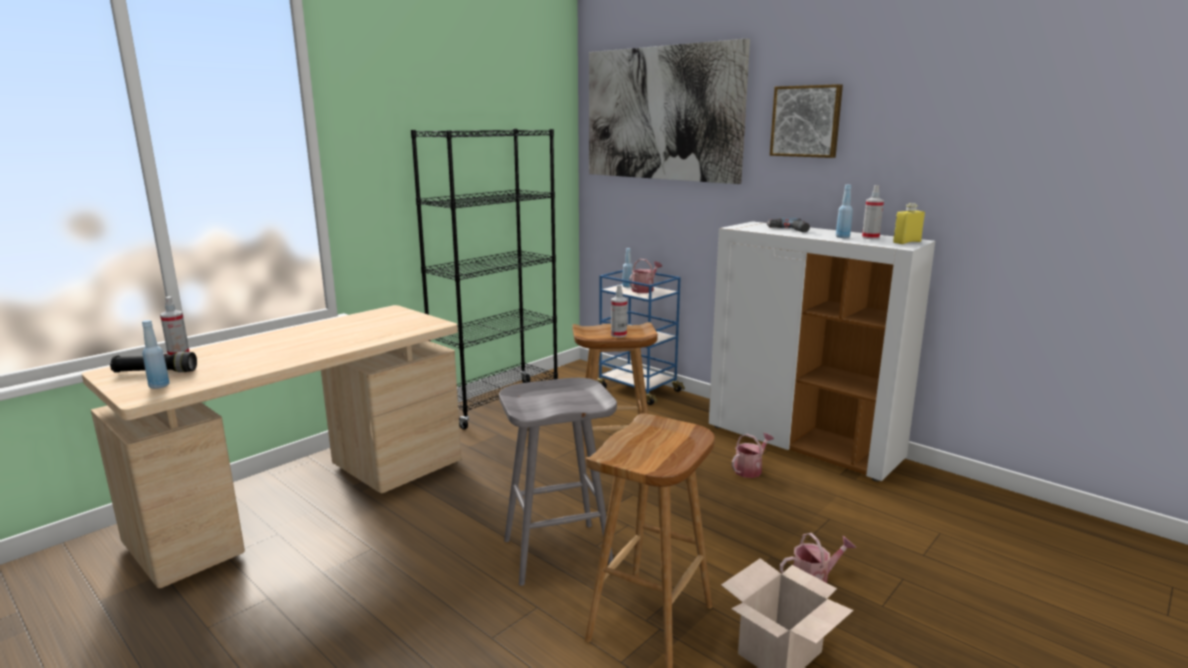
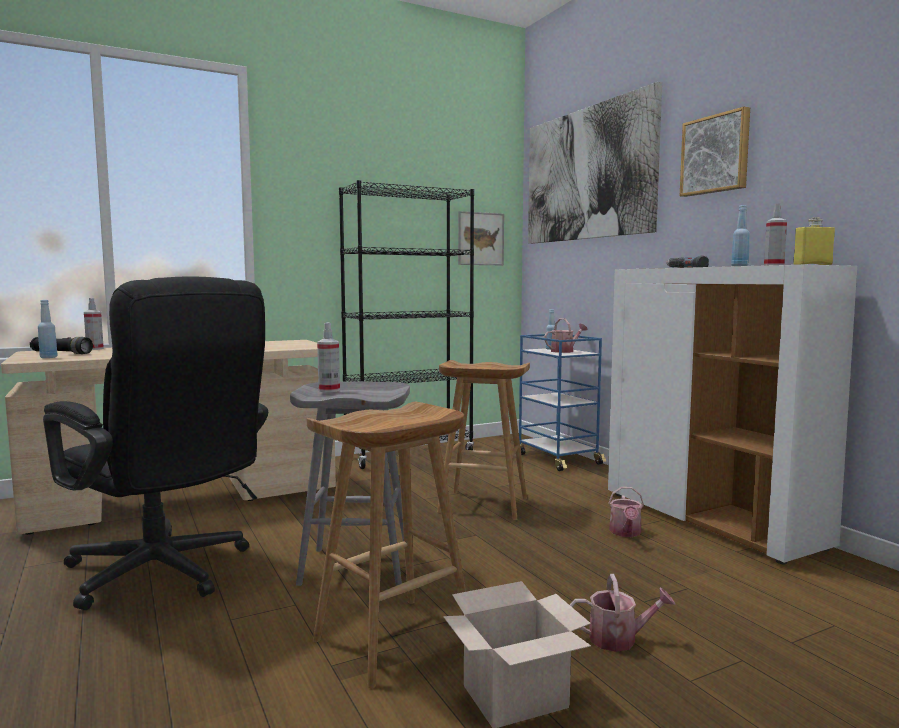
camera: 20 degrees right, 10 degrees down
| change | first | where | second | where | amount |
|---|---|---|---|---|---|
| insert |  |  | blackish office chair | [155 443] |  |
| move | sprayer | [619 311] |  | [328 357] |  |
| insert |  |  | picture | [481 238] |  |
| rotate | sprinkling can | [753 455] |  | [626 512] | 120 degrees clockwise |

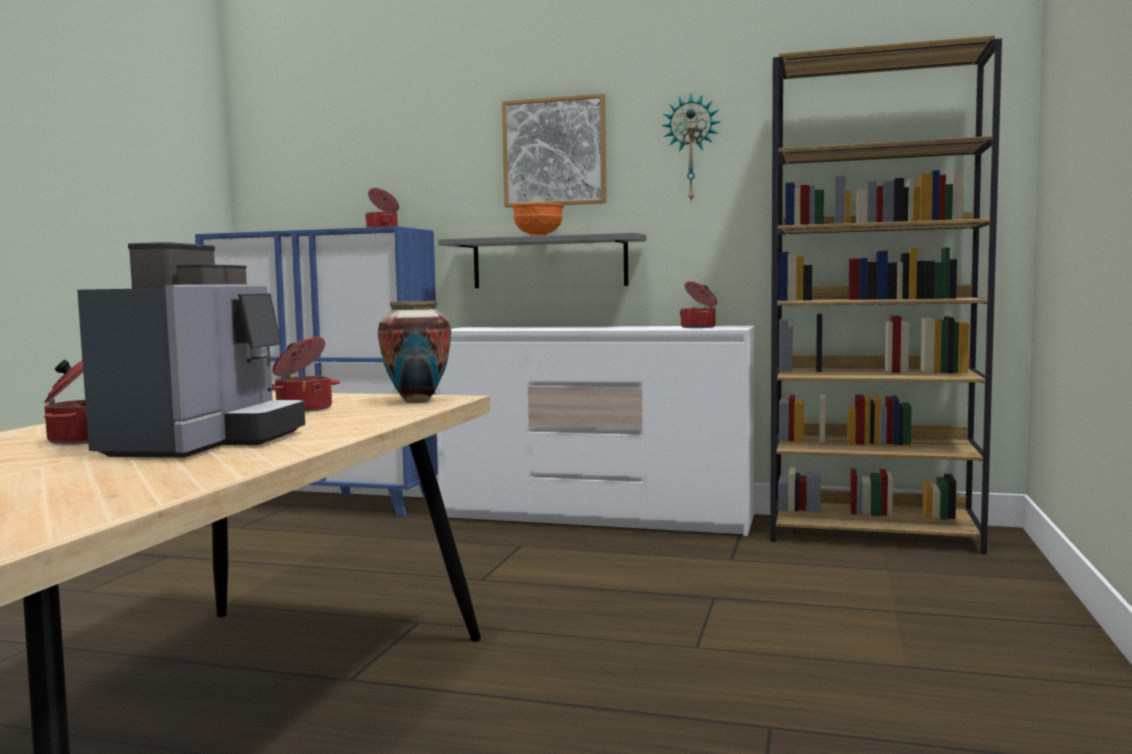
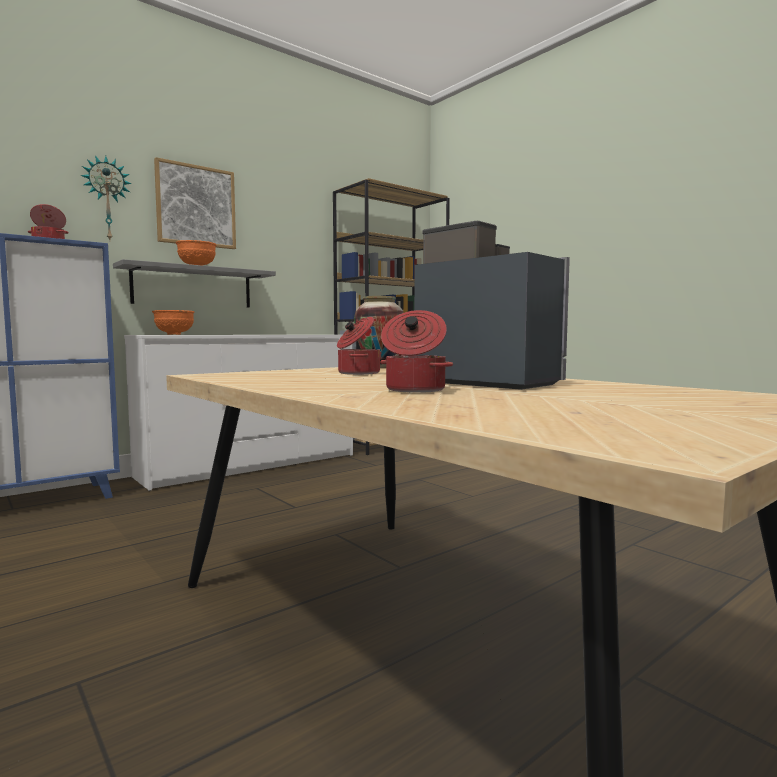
camera: 55 degrees left, 0 degrees up
| change | first | where | second | where | amount |
|---|---|---|---|---|---|
| move | hanging clock | [691 147] |  | [106 197] |  |
| insert |  |  | orange deep dish | [173 322] |  |
| delete | saucepot | [698 304] |  |  |  |

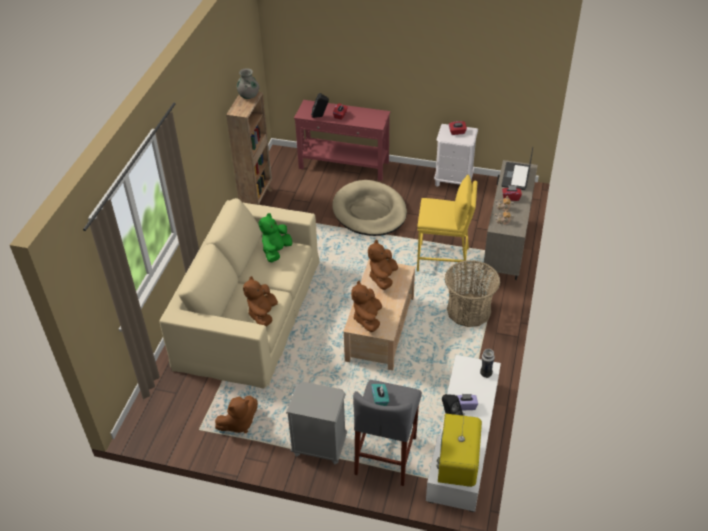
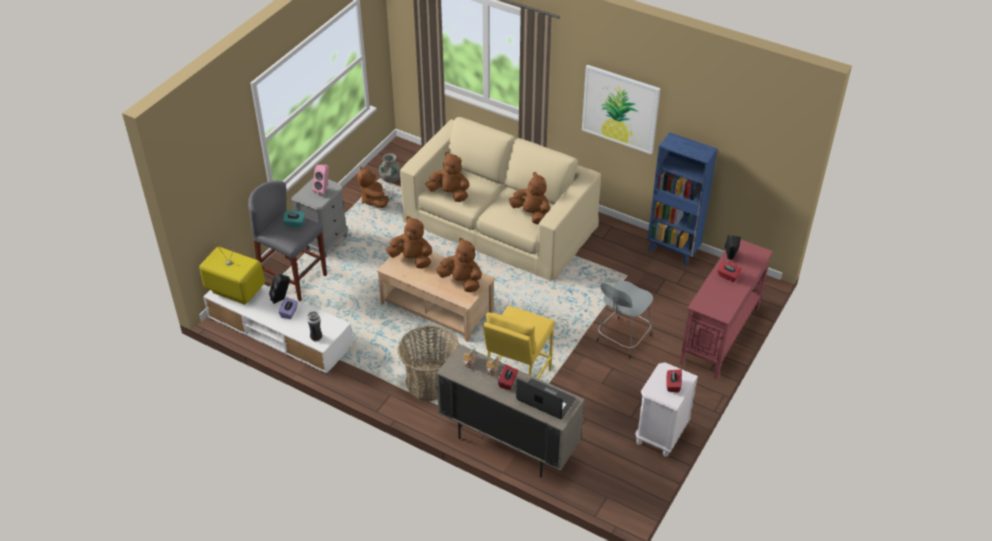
camera: 105 degrees right, 0 degrees up
| change | first | where | second | where | amount |
|---|---|---|---|---|---|
| insert |  |  | pinkish audio speaker | [320 180] |  |
| move | grey flower vase | [248 83] |  | [390 168] |  |
| recolor | greenish soft toy | [275 237] | brownish soft toy | [529 198] |  |
| insert |  |  | picture | [621 109] |  |
| replace | sand-coloured pet bed | [369 208] | grey stool | [625 320] |  |
| recolor | brownish bookcase | [249 148] | bluish bookcase | [682 199] |  |

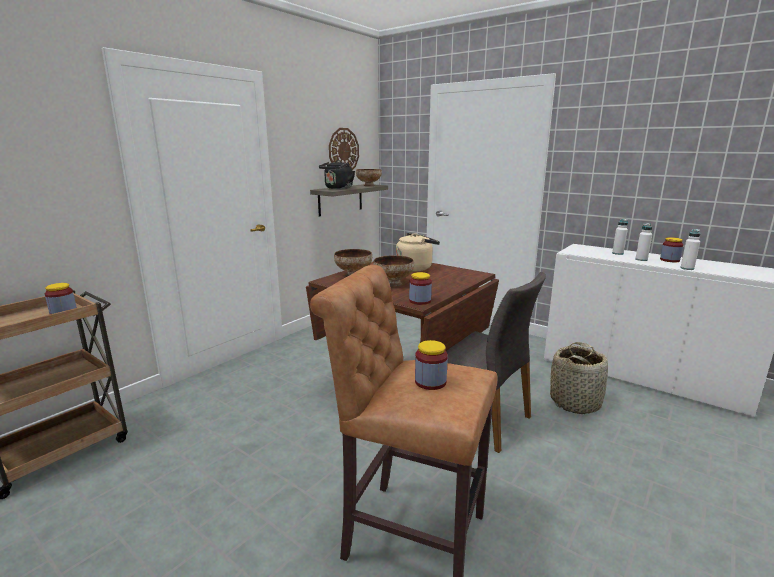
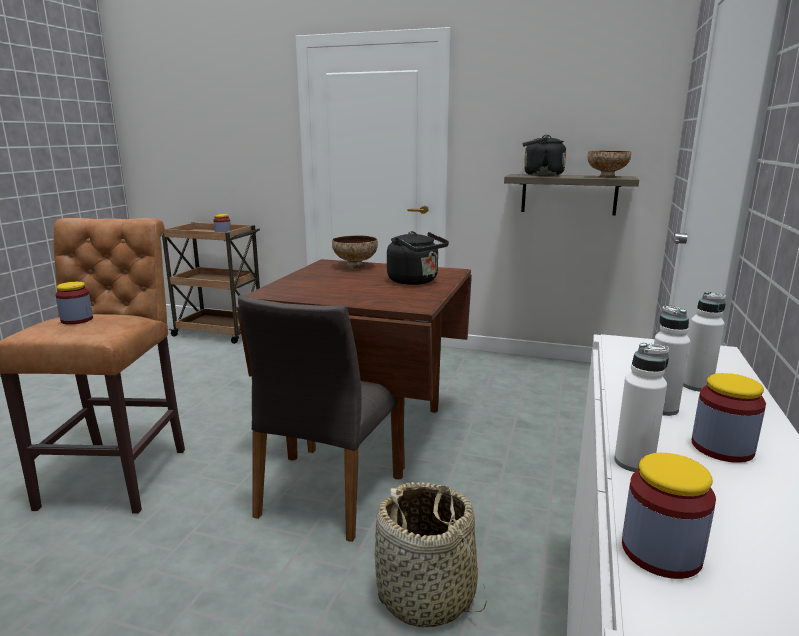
camera: 70 degrees right, 0 degrees up
| change | first | where | second | where | amount |
|---|---|---|---|---|---|
| recolor | sand-coloured tea kettle | [418 252] | blackish tea kettle | [418 258] |  |
| move | jar | [420 288] |  | [669 516] |  |
| delete | hanging clock | [344 149] |  |  |  |
| delete | deep dish | [393 271] |  |  |  |

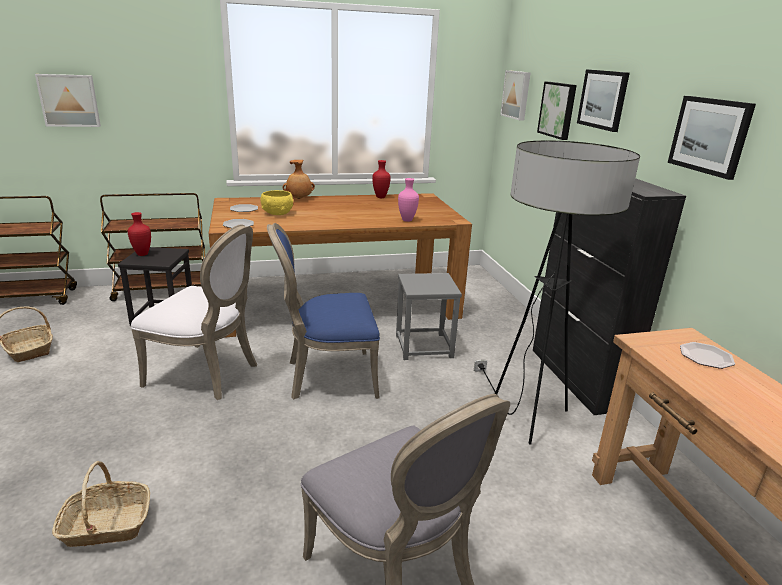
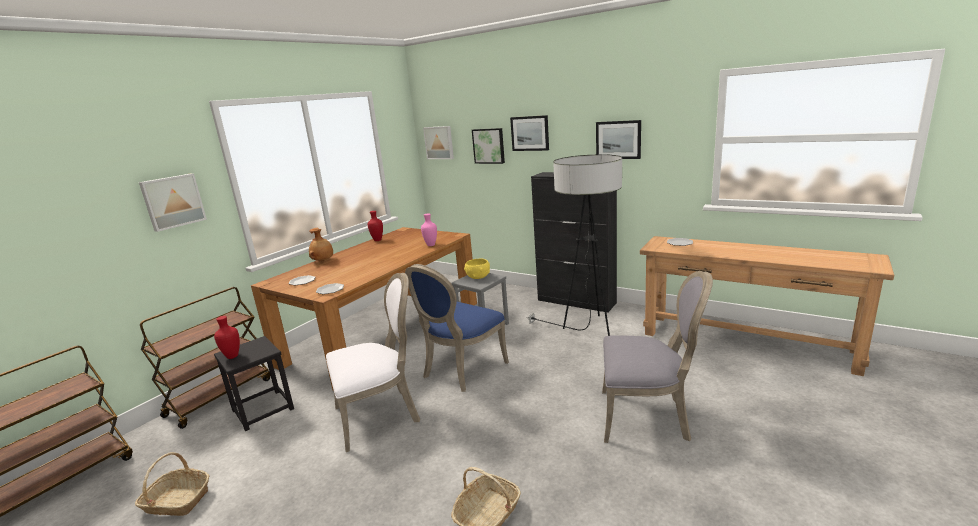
camera: 40 degrees left, 5 degrees down
| change | first | where | second | where | amount |
|---|---|---|---|---|---|
| move | picture | [68 100] |  | [173 202] |  |
| move | yellow-coloured deep dish | [276 202] |  | [477 269] |  |

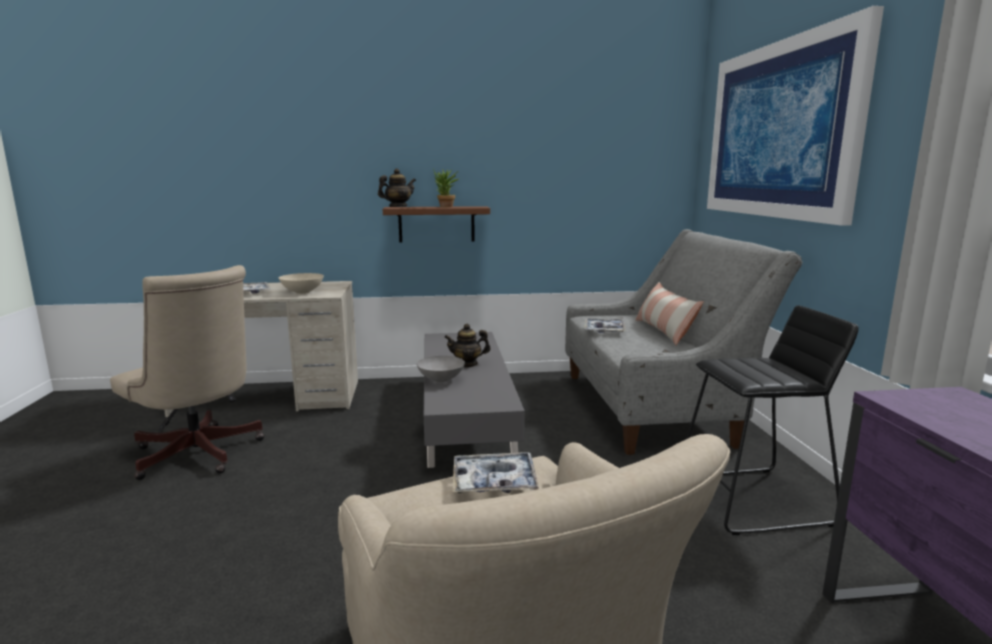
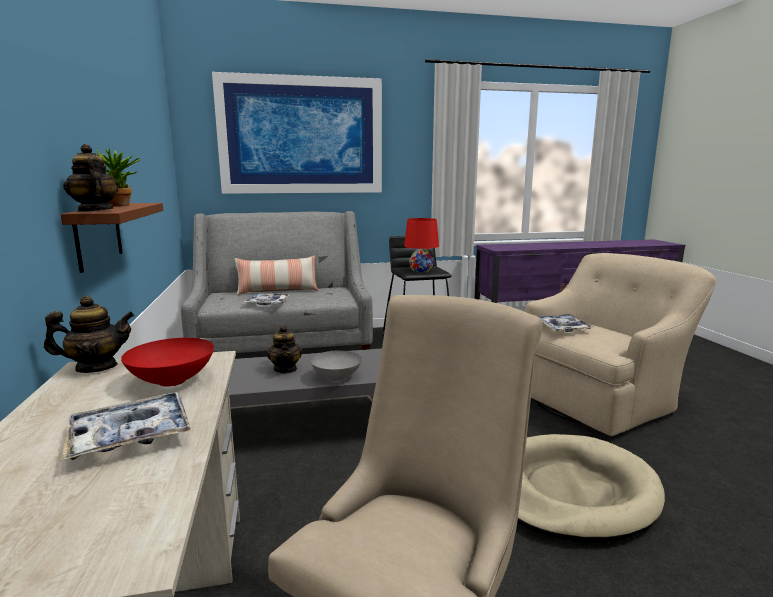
camera: 95 degrees left, 0 degrees up
| change | first | where | second | where | amount |
|---|---|---|---|---|---|
| insert |  |  | teapot | [89 334] |  |
| recolor | sand-coloured deep dish | [301 283] | red-coloured deep dish | [167 362] |  |
| insert |  |  | red-coloured lamp for a table | [421 245] |  |
| insert |  |  | sand-coloured pet bed | [591 488] |  |

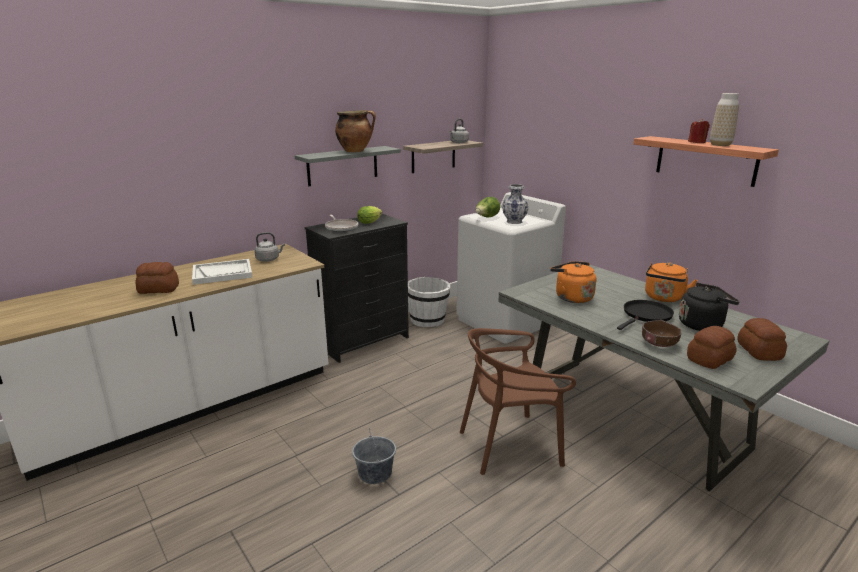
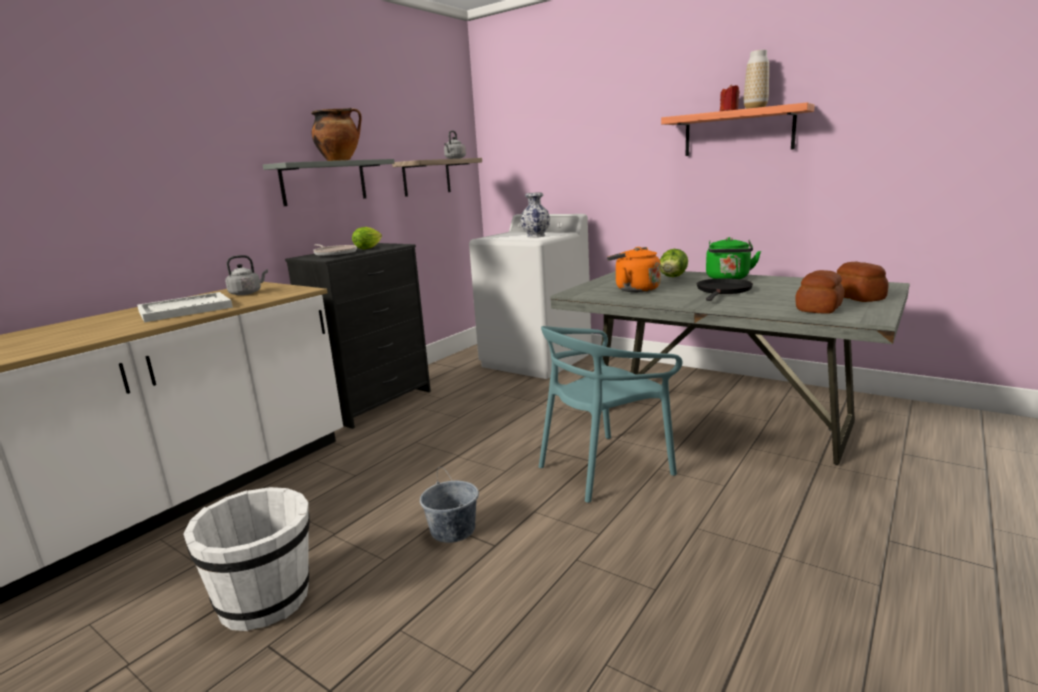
camera: 15 degrees left, 5 degrees down
| change | first | where | second | where | amount |
|---|---|---|---|---|---|
| move | whitish pail | [429 302] |  | [246 559] |  |
| recolor | brownish chair | [518 401] | turquoise chair | [610 414] |  |
| move | lettuce | [487 207] |  | [674 263] |  |
| recolor | orange tea kettle | [671 282] | greenish tea kettle | [733 258] |  |
| delete | baked bread | [157 278] |  |  |  |
| delete | brownish deep dish | [662 333] |  |  |  |
| delete | blackish tea kettle | [709 307] |  |  |  |

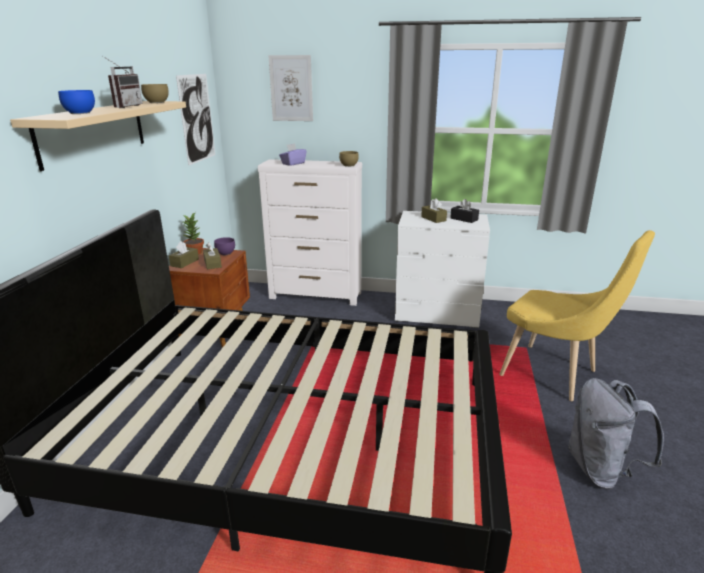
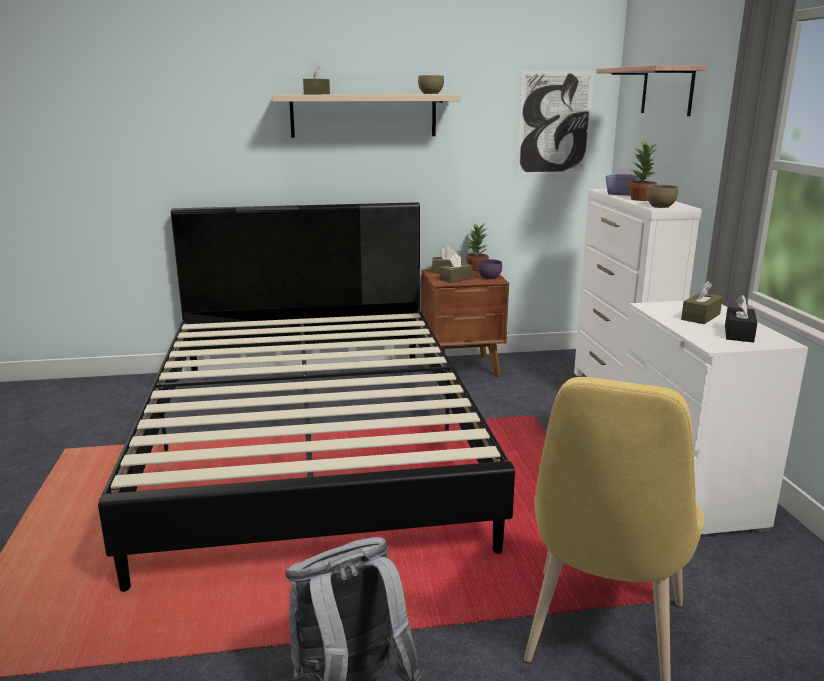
camera: 70 degrees right, 5 degrees down
| change | first | where | second | where | amount |
|---|---|---|---|---|---|
| replace | bluish deep dish | [76 102] | brownish box of tissues | [316 79] |  |
| replace | picture | [290 88] | bracket shelf | [651 90] |  |
| insert |  |  | plant in a pot | [642 170] |  |
| delete | radio | [123 82] |  |  |  |

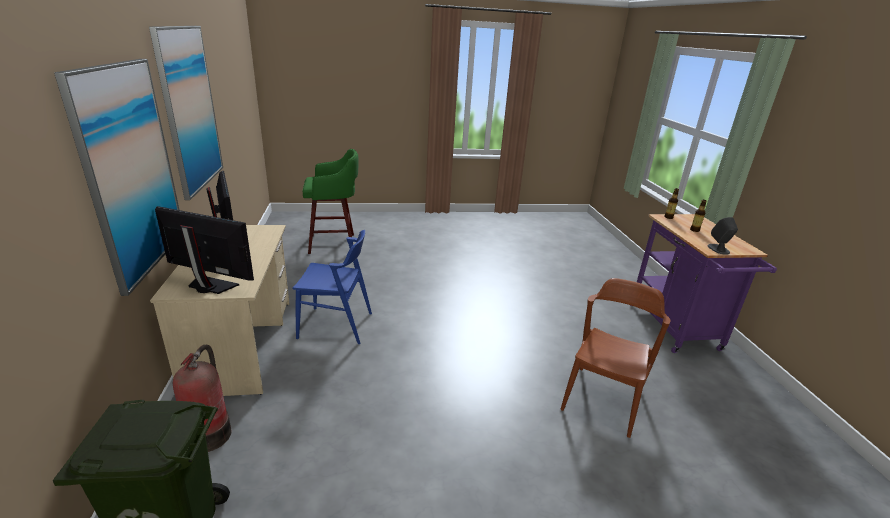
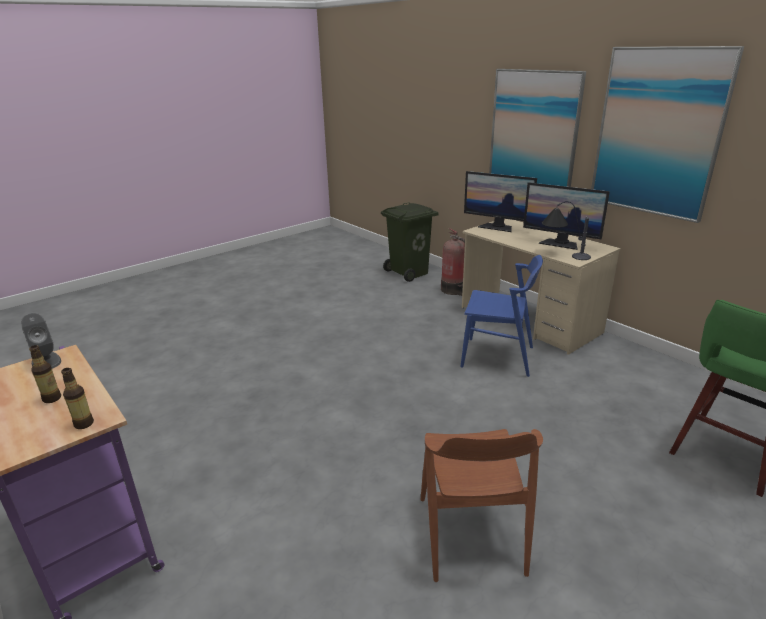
camera: 150 degrees right, 0 degrees up
| change | first | where | second | where | amount |
|---|---|---|---|---|---|
| move | brownish chair | [616 358] |  | [482 505] |  |
| rotate | bluish chair | [332 287] |  | [501 316] | 135 degrees counterclockwise |
| rotate | computer display | [204 250] |  | [500 201] | 45 degrees clockwise |
| insert |  |  | lamp for a table | [566 230] |  |

